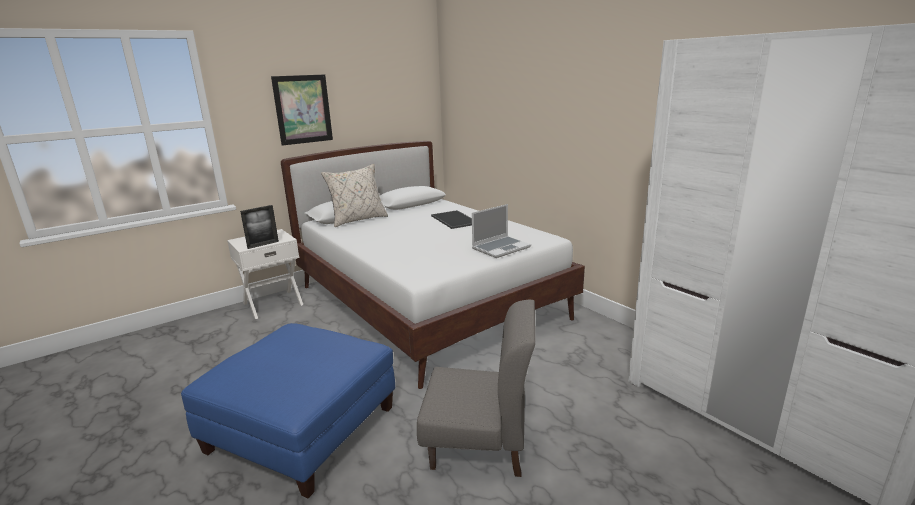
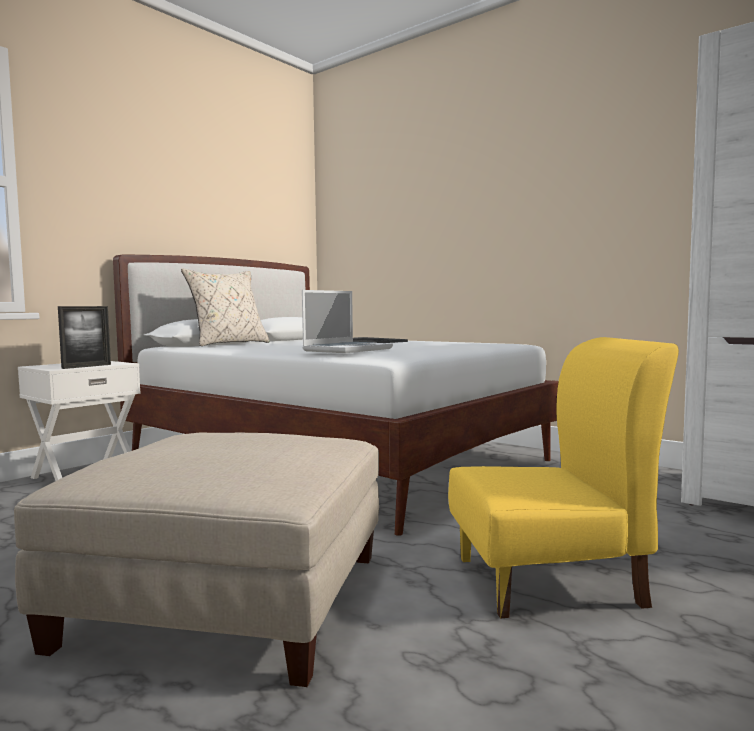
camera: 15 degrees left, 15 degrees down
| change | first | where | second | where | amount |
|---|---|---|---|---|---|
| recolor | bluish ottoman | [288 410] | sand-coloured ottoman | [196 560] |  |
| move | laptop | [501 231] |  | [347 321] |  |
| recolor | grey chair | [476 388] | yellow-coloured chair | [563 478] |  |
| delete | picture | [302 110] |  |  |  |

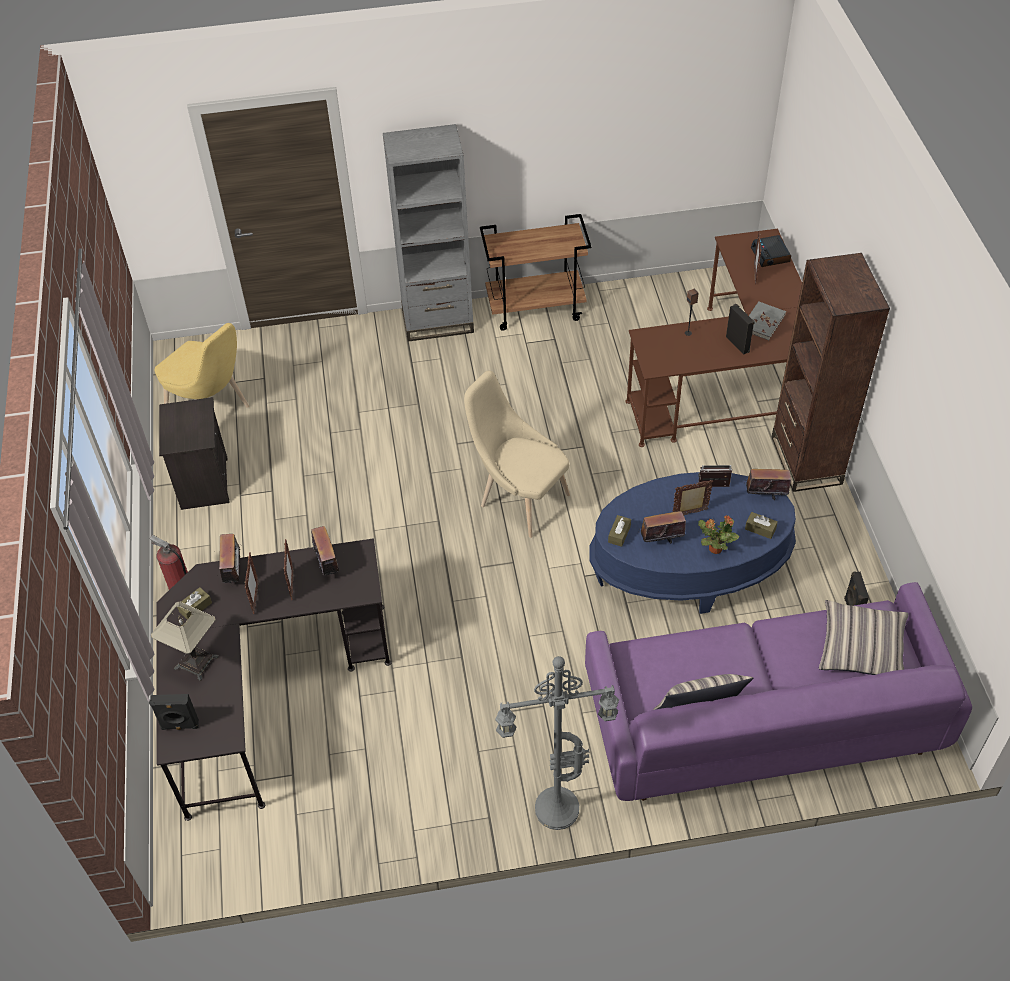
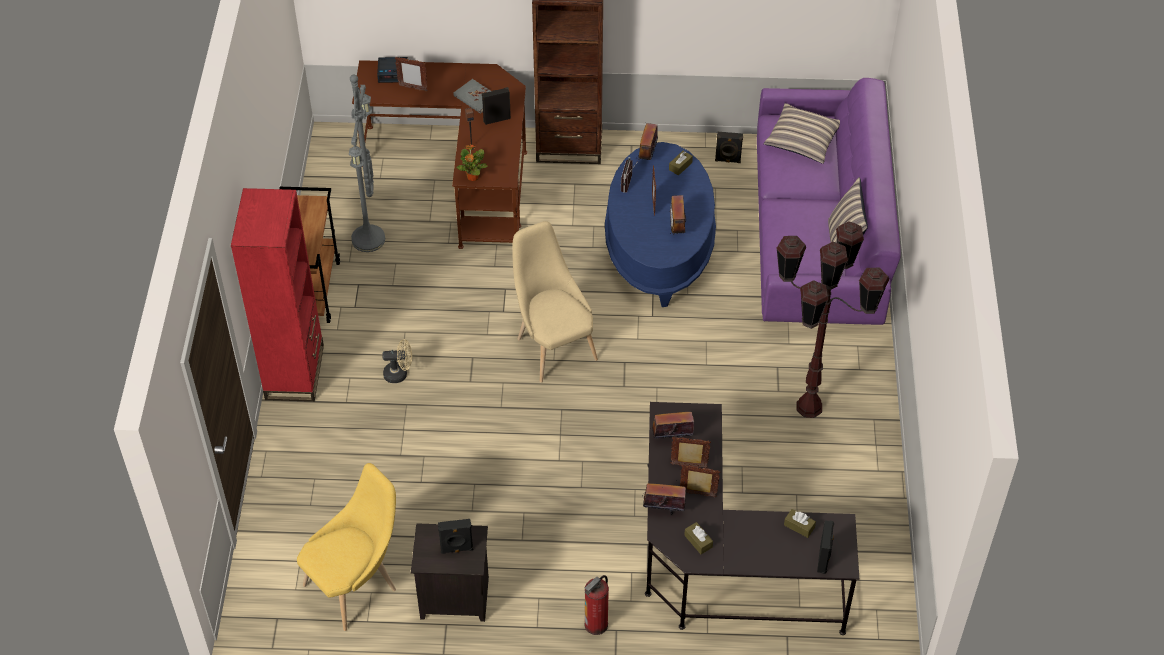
camera: 80 degrees left, 0 degrees up
| change | first | where | second | where | amount |
|---|---|---|---|---|---|
| recolor | grey bookcase | [428 233] | red-coloured bookcase | [277 295] |  |
| move | grey standing lamp | [557 743] |  | [367 163] |  |
| insert |  |  | sand-coloured electric fan | [397 361] |  |
| insert |  |  | blackish audio speaker | [455 536] |  |
| move | plant in a pot | [718 534] |  | [472 163] |  |
| rotate | sand-coloured chair | [517 454] |  | [555 301] | 105 degrees clockwise |
| insert |  |  | brownish standing lamp | [832 319] |  |
| move | brownish box of tissues | [619 531] |  | [800 523] |  |
| delete | lamp for a table | [185 641] |  |  |  |

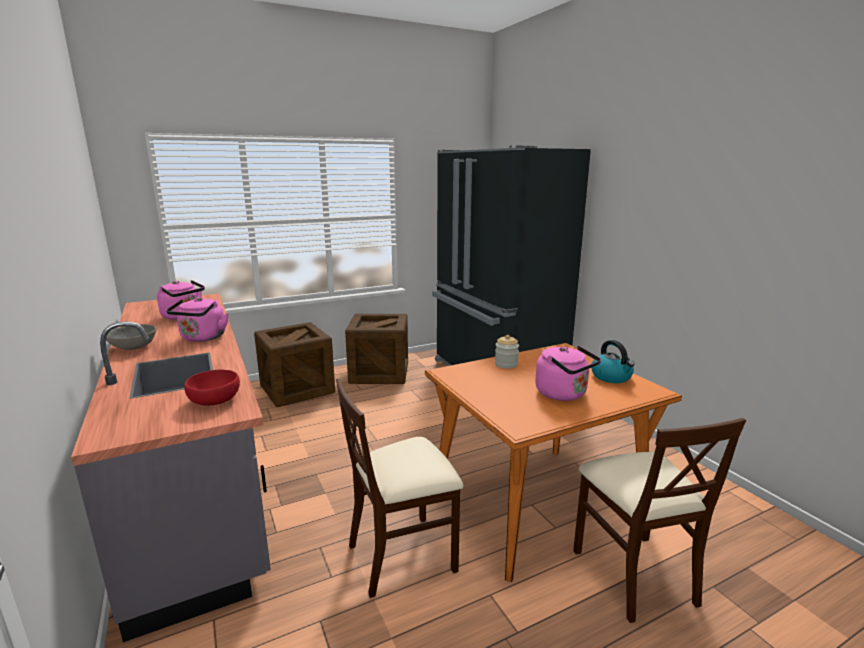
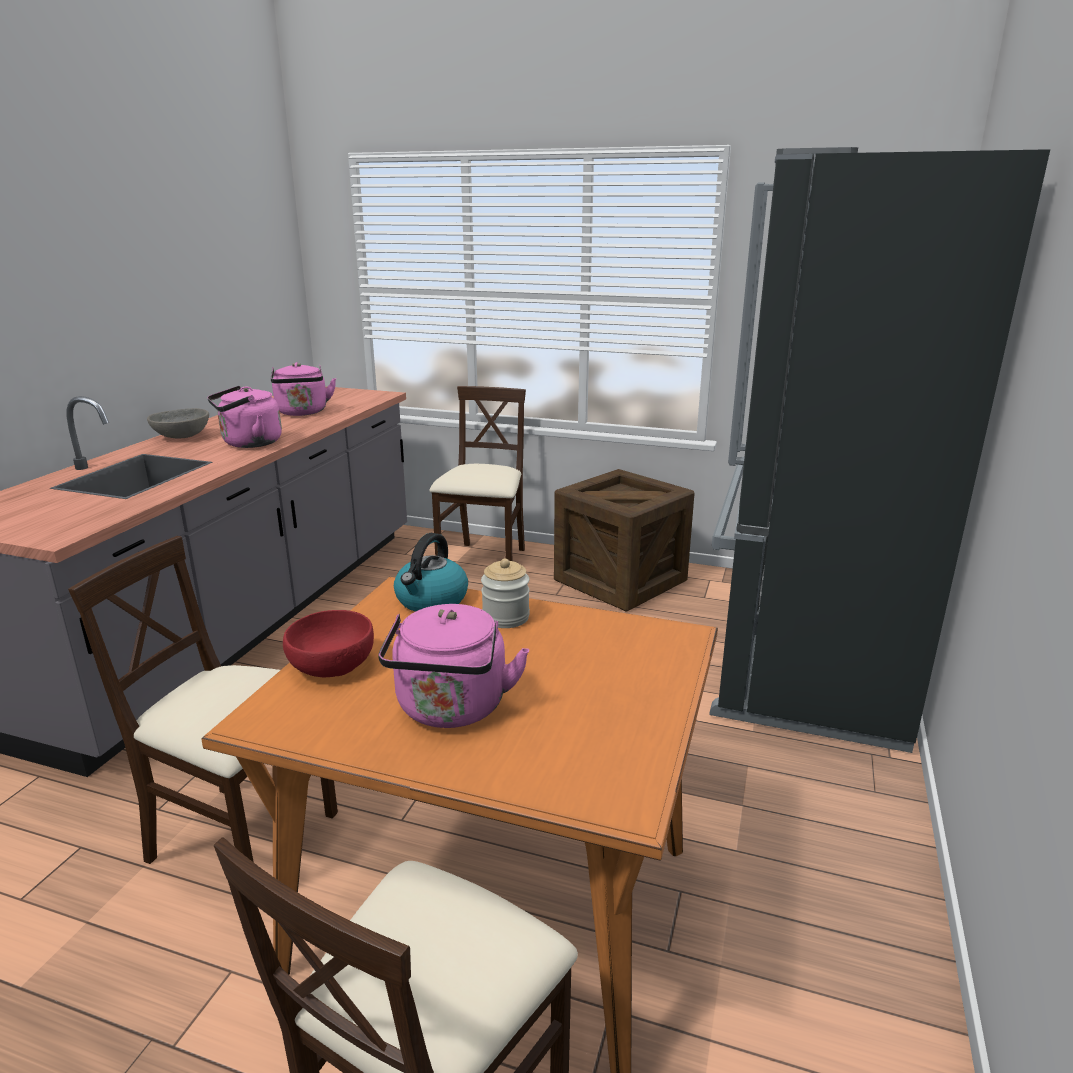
camera: 45 degrees right, 5 degrees up
| change | first | where | second | where | amount |
|---|---|---|---|---|---|
| move | red-coloured deep dish | [212 388] |  | [328 644] |  |
| move | tea kettle | [613 361] |  | [431 572] |  |
| replace | crate | [294 364] | sand-coloured chair | [477 473] |  |

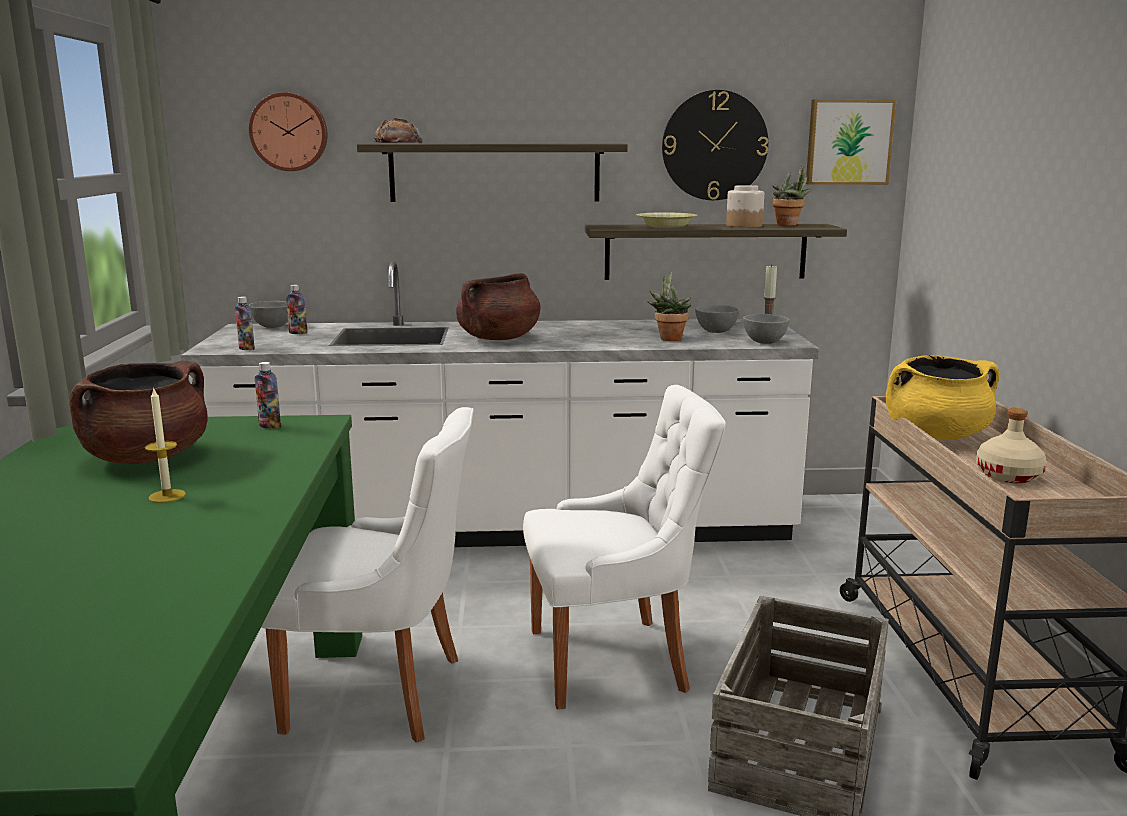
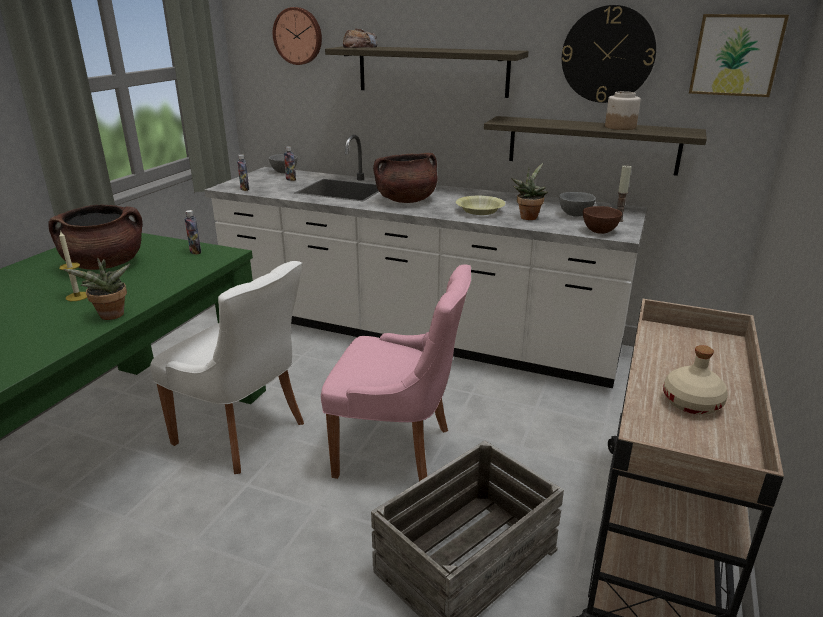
camera: 25 degrees right, 10 degrees up
| change | first | where | second | where | amount |
|---|---|---|---|---|---|
| move | plant in a pot | [792 195] |  | [96 289] |  |
| recolor | whitish chair | [624 547] | pinkish chair | [396 373] |  |
| move | yellow-coloured deep dish | [666 220] |  | [480 205] |  |
| recolor | grey deep dish | [766 329] | brownish deep dish | [602 220] |  |
| delete | yellow-coloured saucepot | [942 397] |  |  |  |

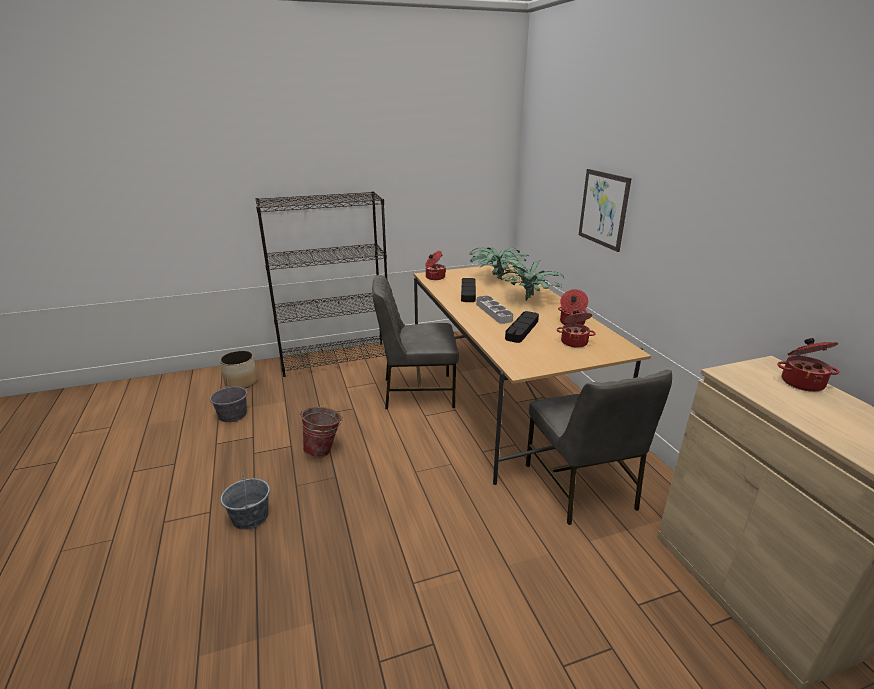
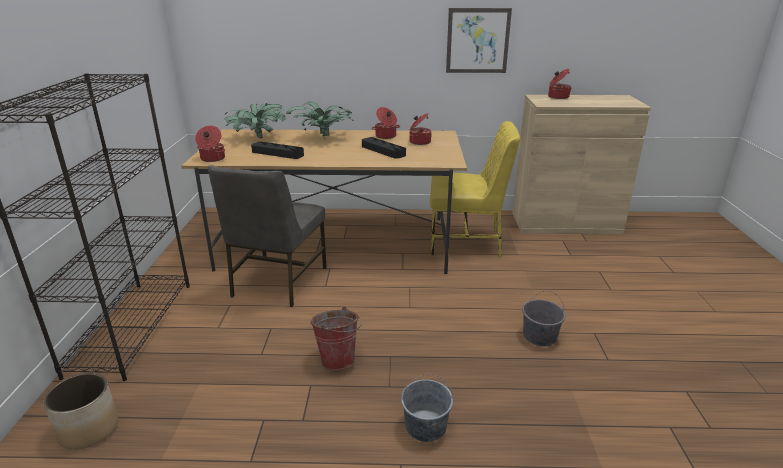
camera: 70 degrees left, 0 degrees up
| change | first | where | second | where | amount |
|---|---|---|---|---|---|
| recolor | grey chair | [599 447] | yellow-coloured chair | [475 189] |  |
| move | picture | [605 210] |  | [479 40] |  |
| move | grey pail | [228 400] |  | [543 318] |  |
| delete | grey carrying tray | [494 310] |  |  |  |

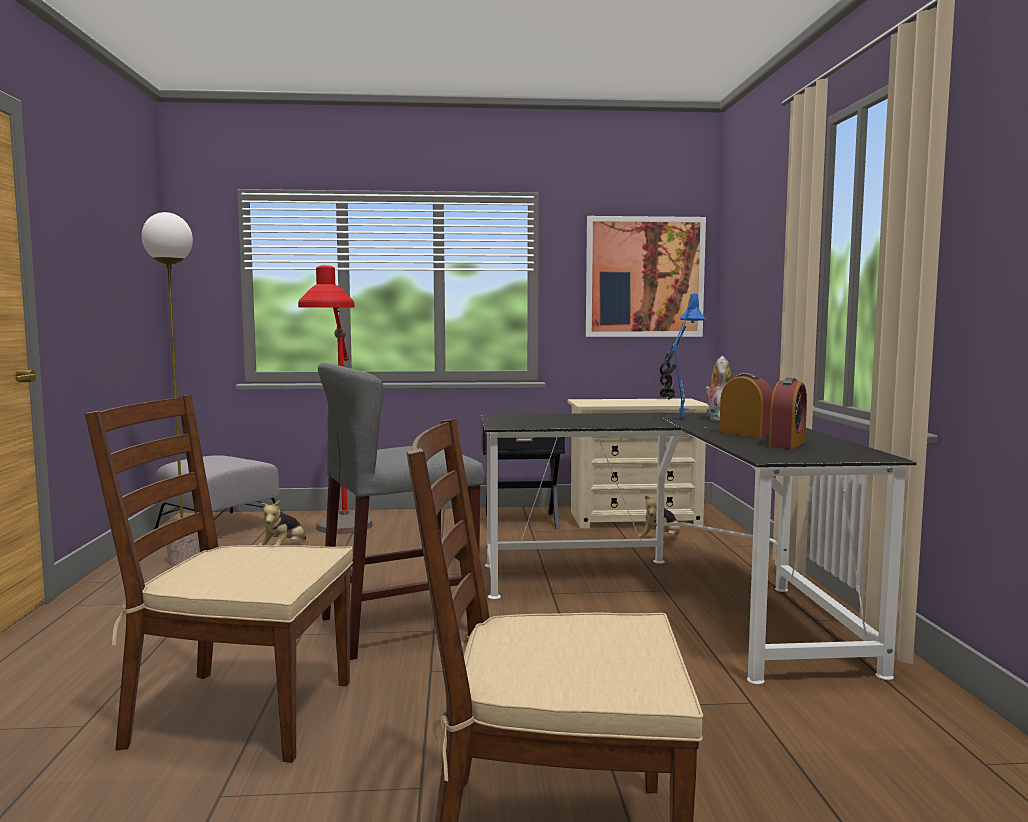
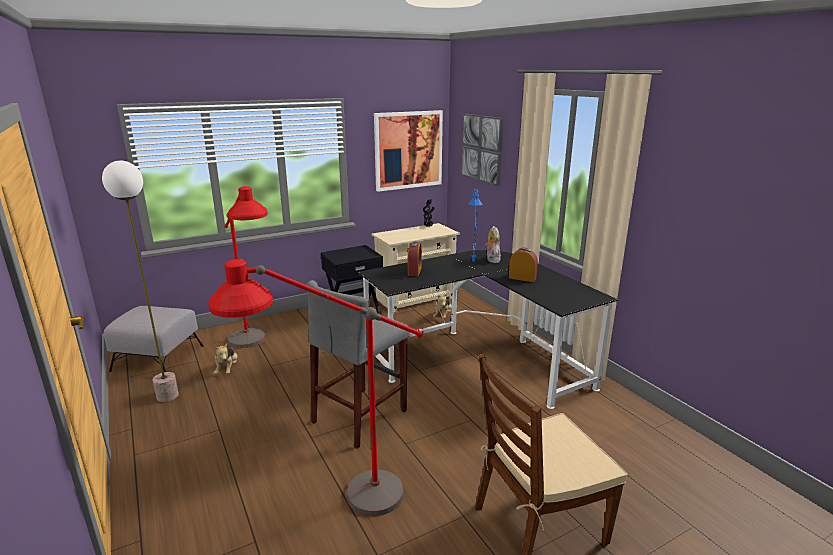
camera: 25 degrees left, 15 degrees up
| change | first | where | second | where | amount |
|---|---|---|---|---|---|
| replace | brownish chair | [219 579] | red-coloured standing lamp | [315 387] |  |
| move | bedside clock | [788 413] |  | [415 258] |  |
| insert |  |  | picture | [482 149] |  |

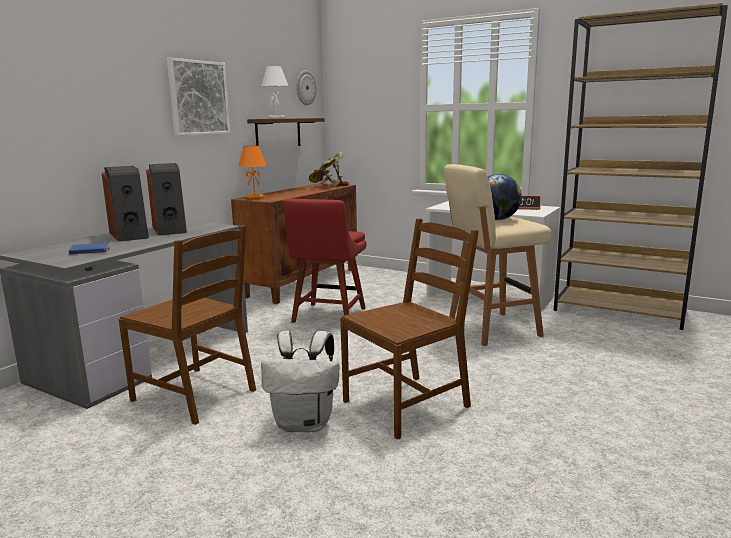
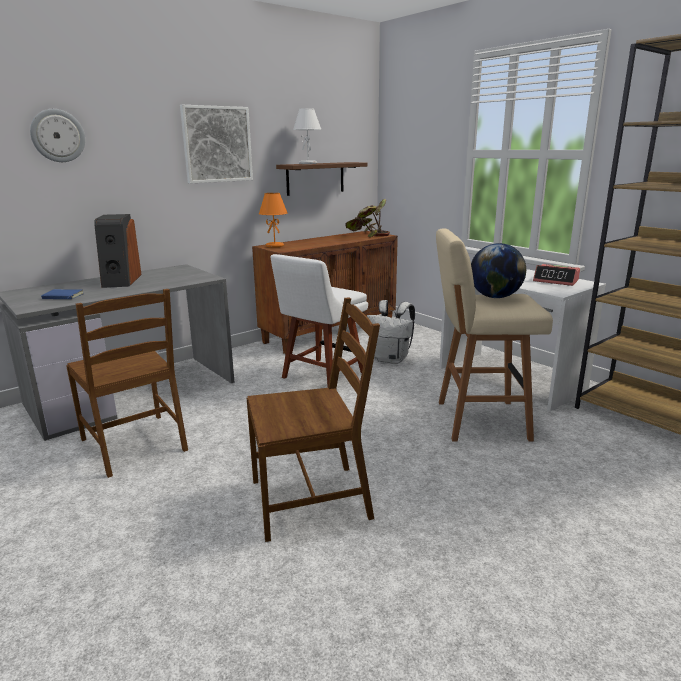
camera: 20 degrees right, 5 degrees up
| change | first | where | second | where | amount |
|---|---|---|---|---|---|
| move | hanging clock | [306 87] |  | [57 135] |  |
| recolor | red-coloured chair | [325 261] | whitish chair | [319 319] |  |
| move | whitish rucksack | [300 381] |  | [391 332] |  |
| delete | audio speaker | [166 199] |  |  |  |

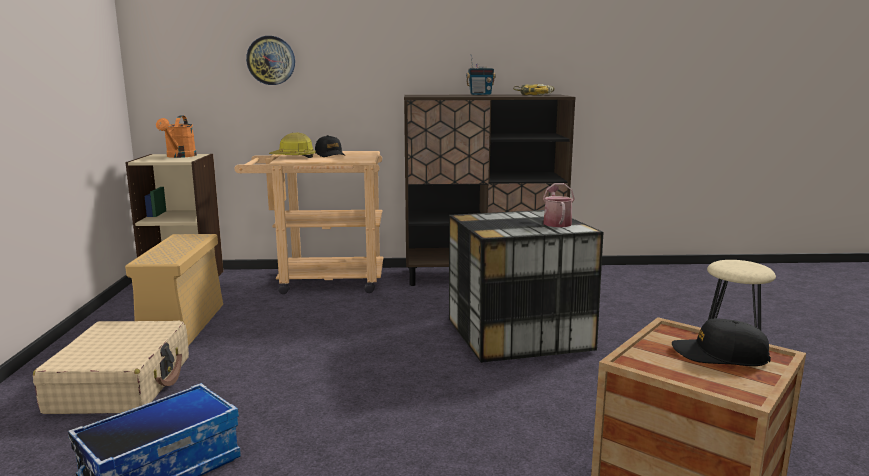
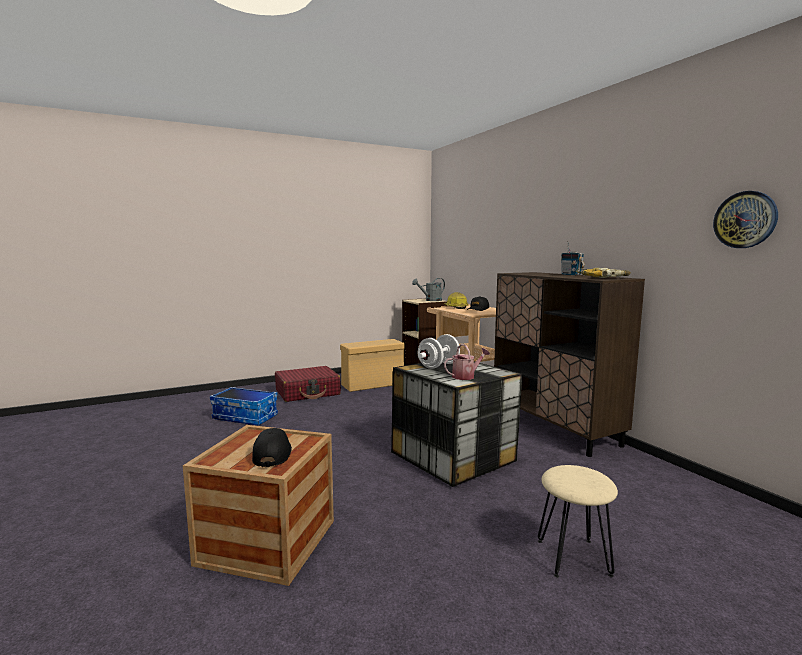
camera: 65 degrees right, 5 degrees down
| change | first | where | second | where | amount |
|---|---|---|---|---|---|
| recolor | sand-coloured travel case | [111 367] | red-coloured travel case | [308 384] |  |
| recolor | orange sprinkling can | [176 137] | grey sprinkling can | [428 289] |  |
| insert |  |  | whitish hand weight | [439 351] |  |
| move | hanging clock | [270 60] |  | [745 219] |  |

